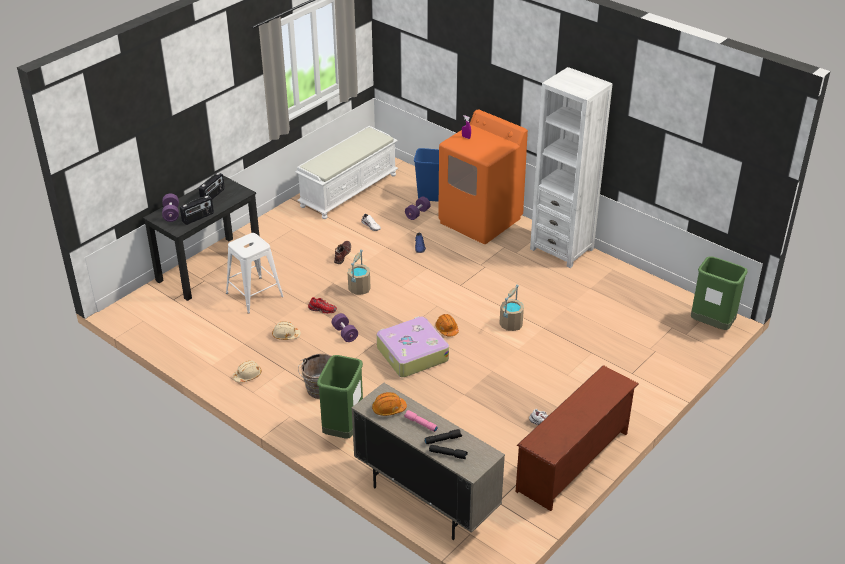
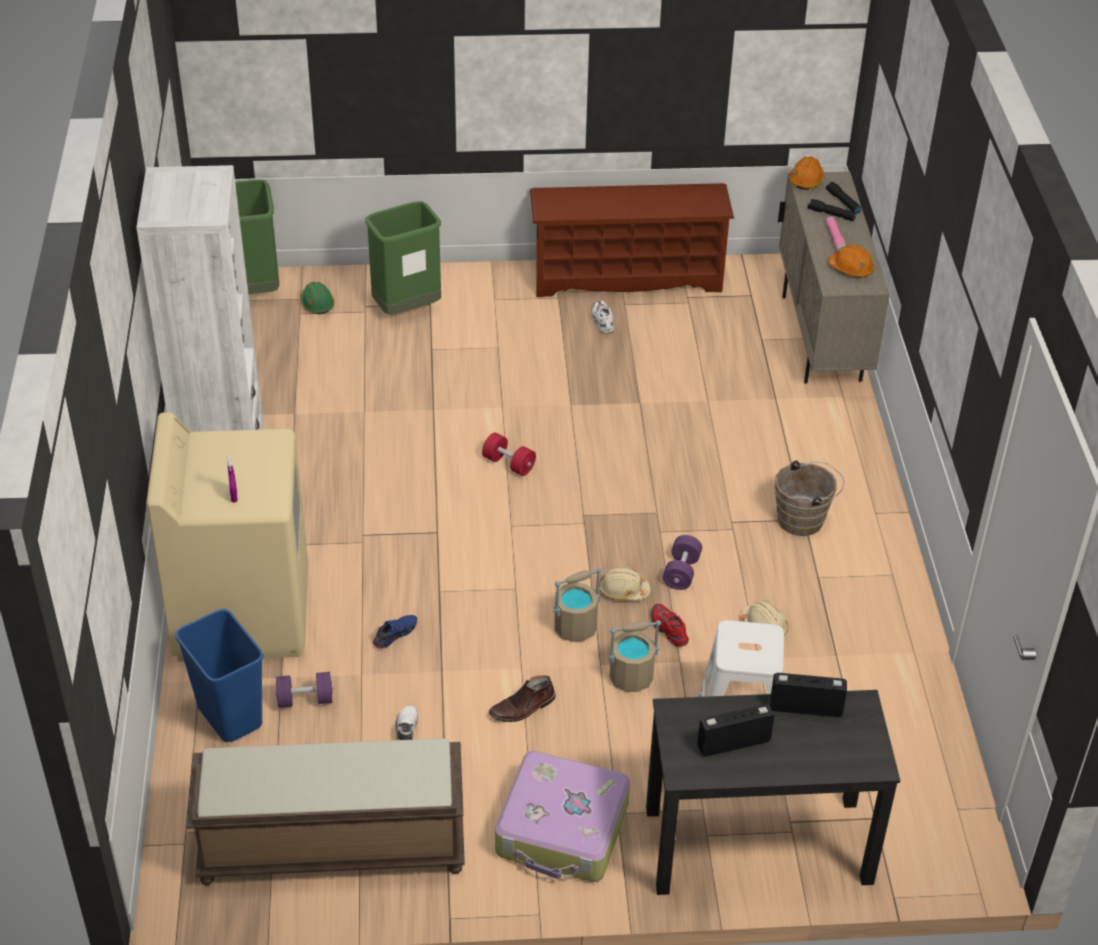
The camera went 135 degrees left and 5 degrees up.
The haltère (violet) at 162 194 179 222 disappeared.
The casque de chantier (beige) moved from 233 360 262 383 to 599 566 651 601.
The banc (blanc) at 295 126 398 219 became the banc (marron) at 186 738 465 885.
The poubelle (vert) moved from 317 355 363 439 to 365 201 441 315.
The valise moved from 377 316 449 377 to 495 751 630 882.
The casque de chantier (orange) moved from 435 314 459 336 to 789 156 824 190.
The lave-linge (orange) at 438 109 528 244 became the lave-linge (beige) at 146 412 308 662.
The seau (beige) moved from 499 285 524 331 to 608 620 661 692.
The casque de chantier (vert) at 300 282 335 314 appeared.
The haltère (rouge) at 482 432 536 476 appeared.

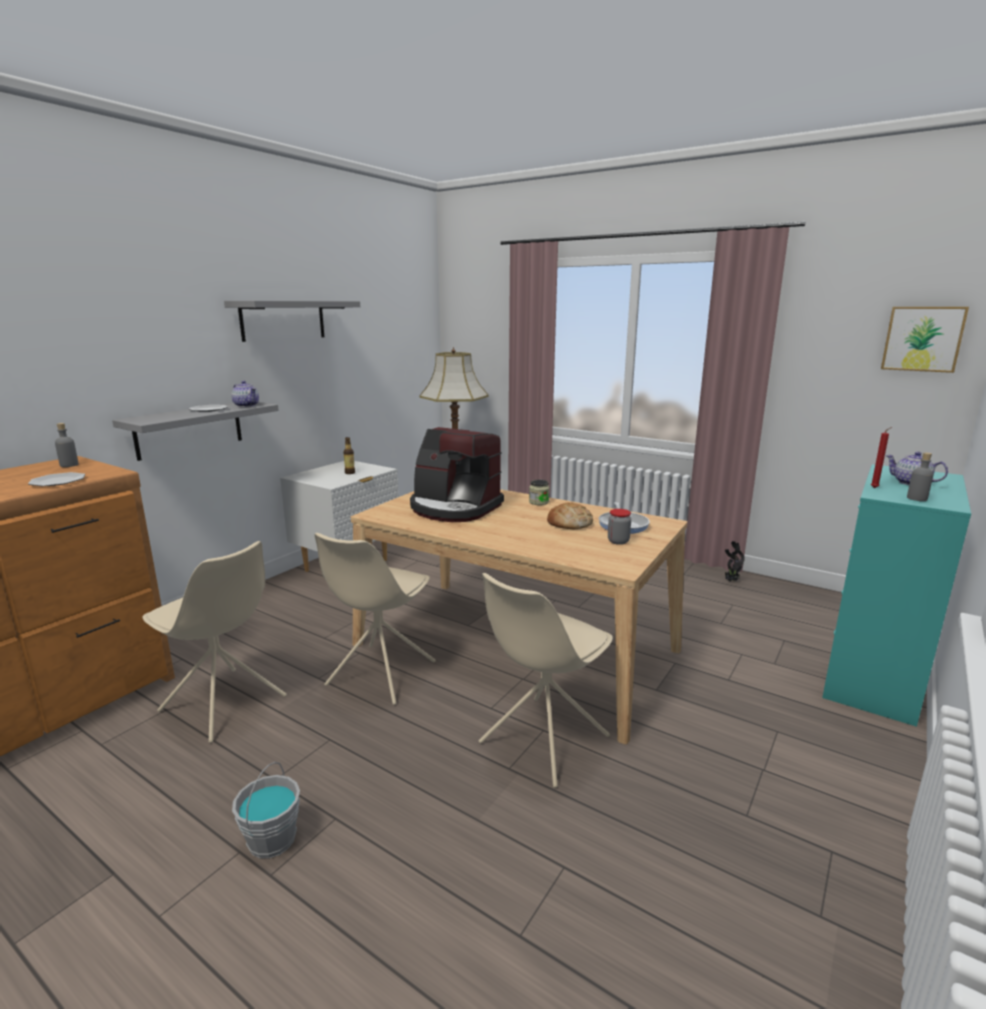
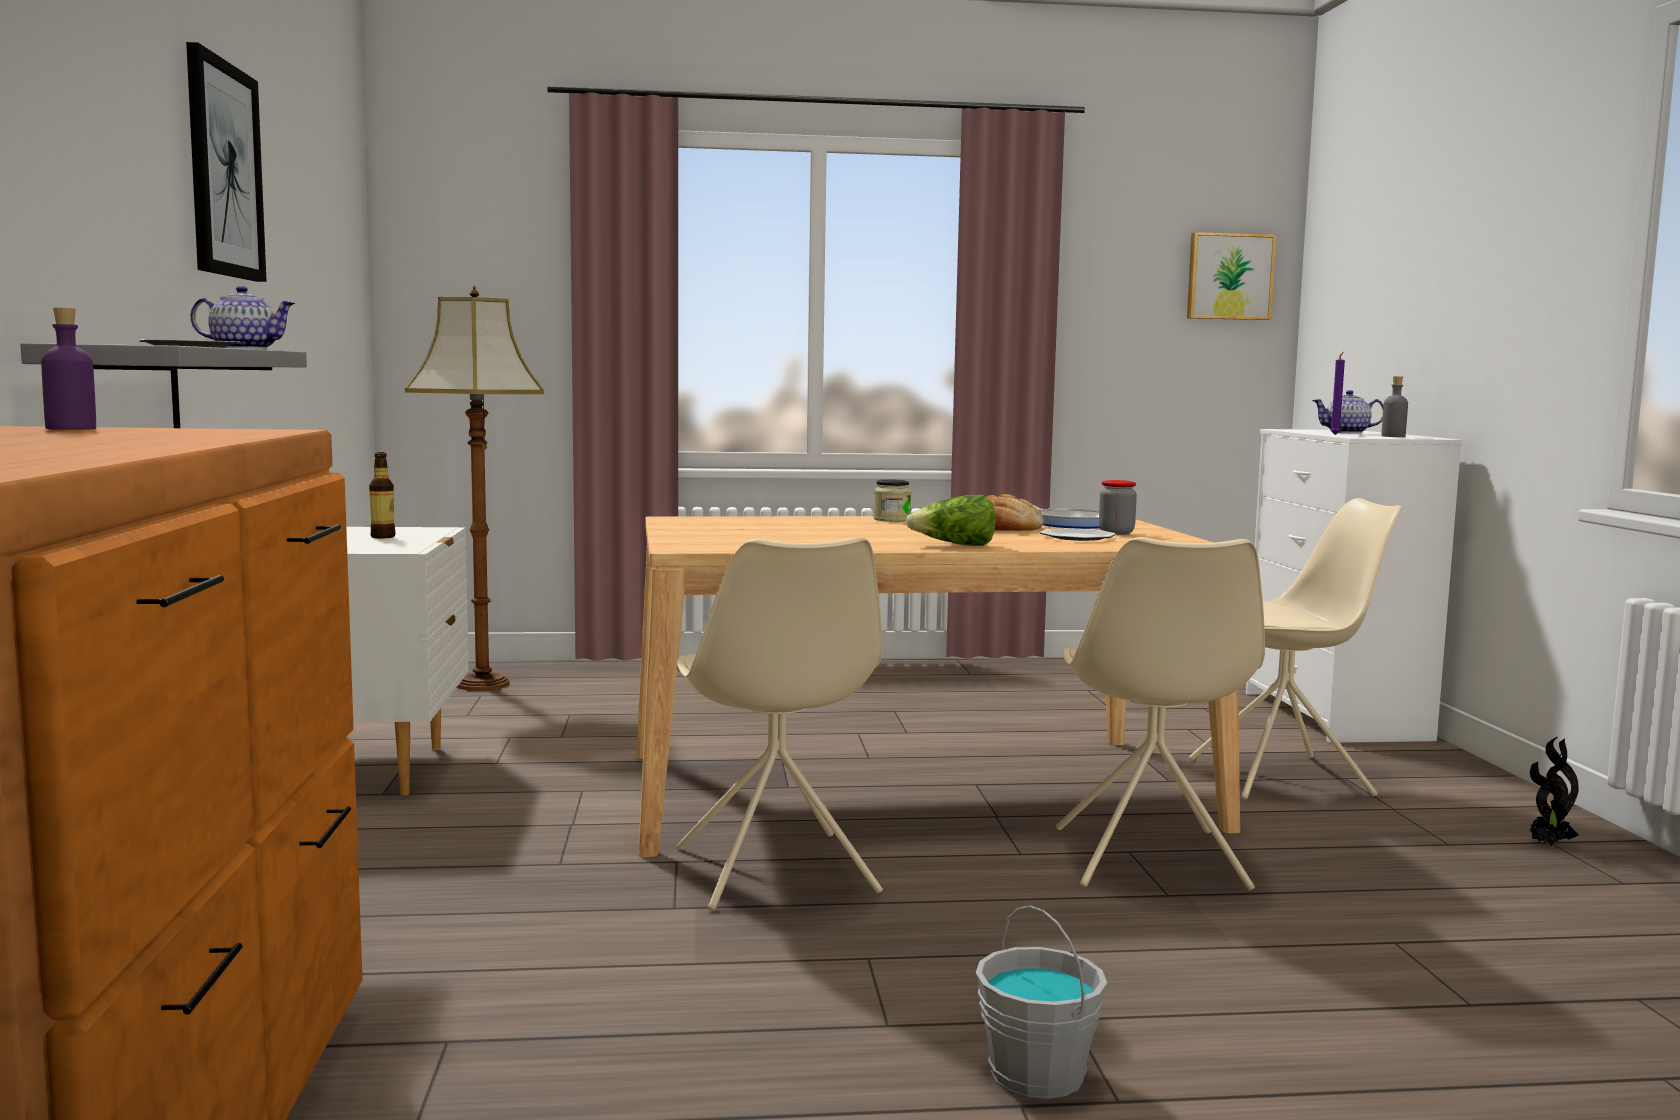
The camera went 40 degrees left and 10 degrees down.
The assiette moved from 28 472 85 486 to 1040 528 1116 541.
The bouteille (gris) at 55 423 79 467 became the bouteille (violet) at 41 308 96 430.
The chaise (beige) moved from 143 541 287 743 to 1189 498 1402 800.
The étagère (gris) at 224 301 360 342 was replaced by the tableau at 186 42 267 282.
The machine à café at 410 427 504 522 disappeared.
The plante en pot moved from 725 541 745 582 to 1529 737 1579 846.
The commode (turquoise) at 822 464 971 727 became the commode (blanc) at 1246 429 1462 743.
The bougie (rouge) at 871 427 892 488 became the bougie (violet) at 1330 352 1345 435.
The laitue at 906 495 996 546 appeared.

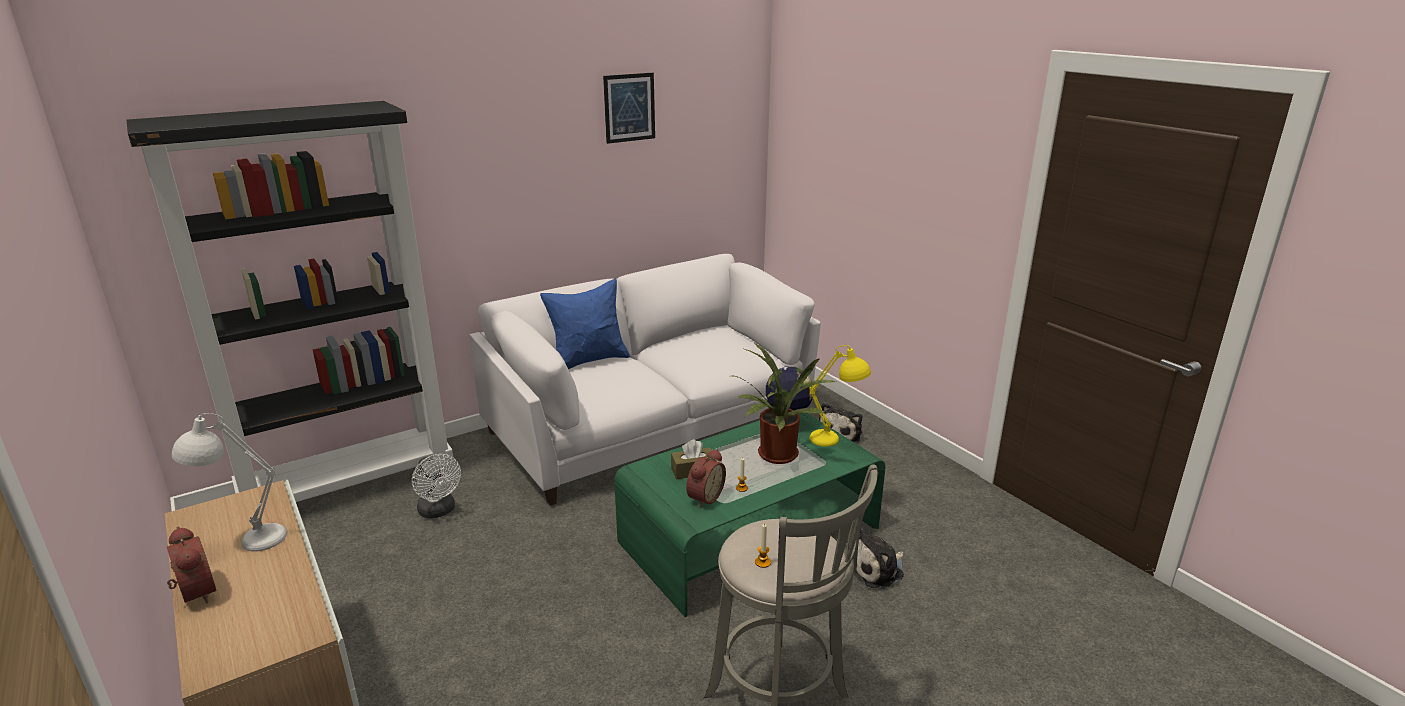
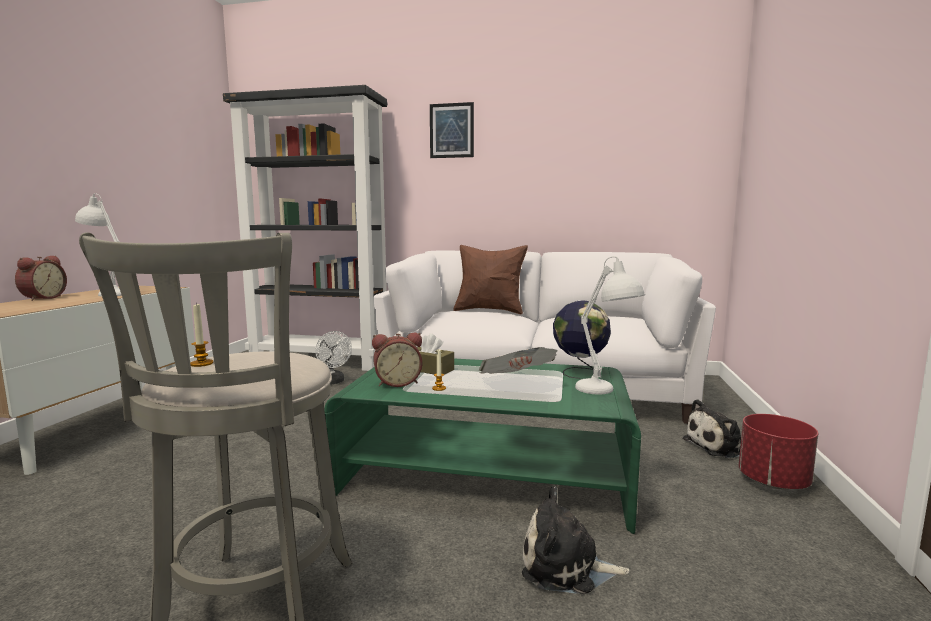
The camera went 45 degrees right and 15 degrees down.
The ventilateur (blanc) at 412 454 461 518 turned 45 degrees counterclockwise.
The coussin (bleu) at 540 279 630 369 became the coussin (marron) at 453 245 528 314.
The tableau moved from 603 73 655 144 to 430 102 474 158.
The plante en pot at 734 342 836 464 was replaced by the journal at 479 347 557 374.
The lampe de table (jaune) at 809 345 871 447 became the lampe de table (blanc) at 575 256 645 395.
The cache-pot (rouge) at 739 414 818 490 appeared.

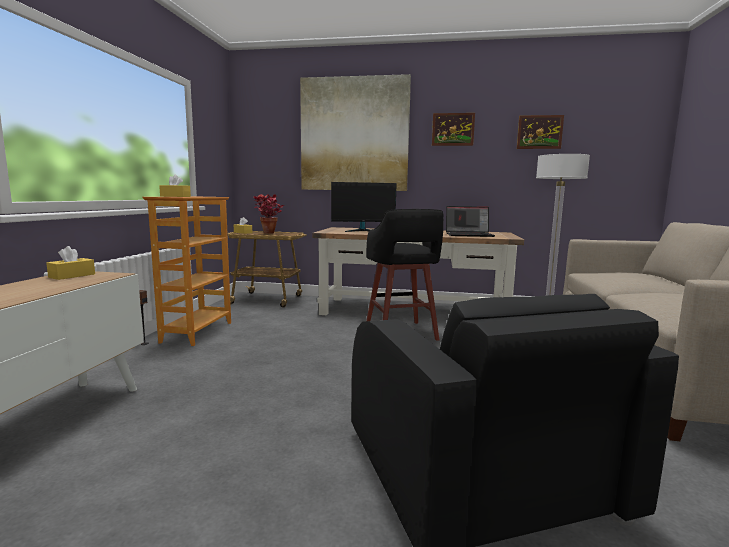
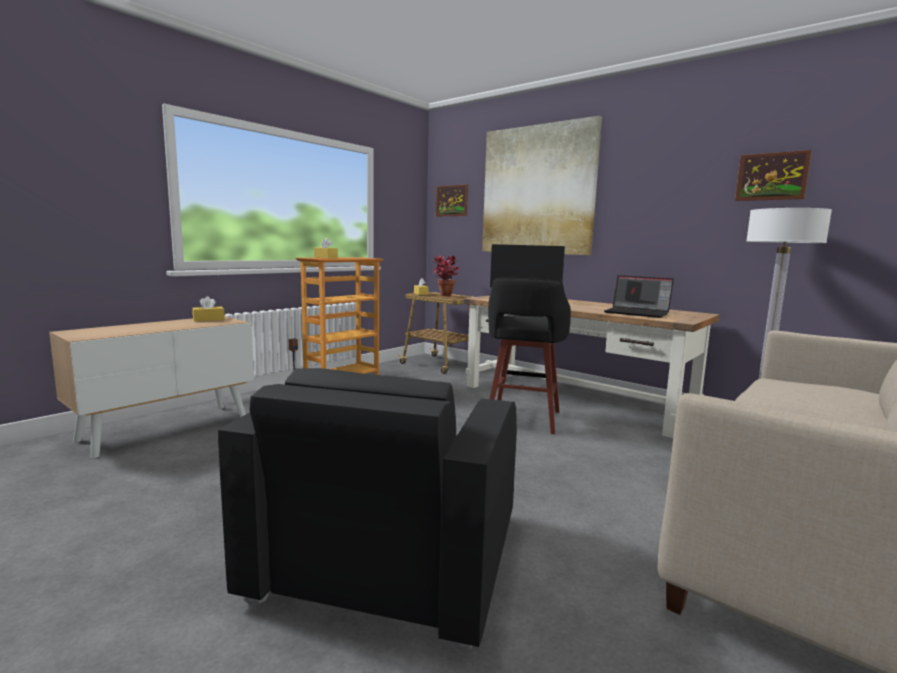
The camera went 30 degrees right and 0 degrees up.
The tableau moved from 432 113 475 146 to 436 184 468 216.

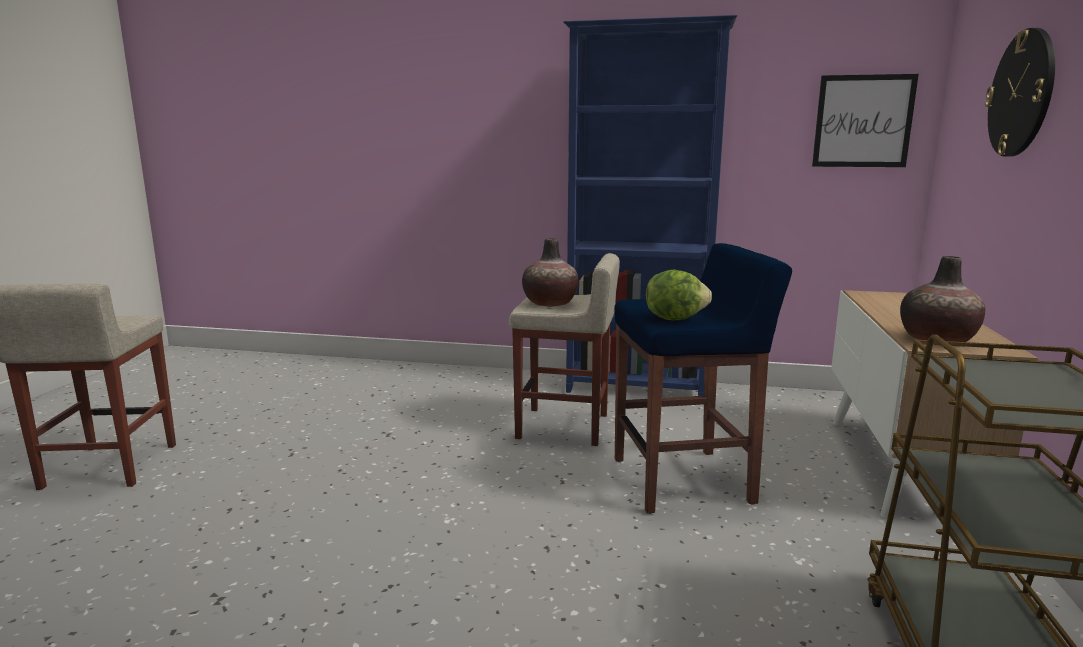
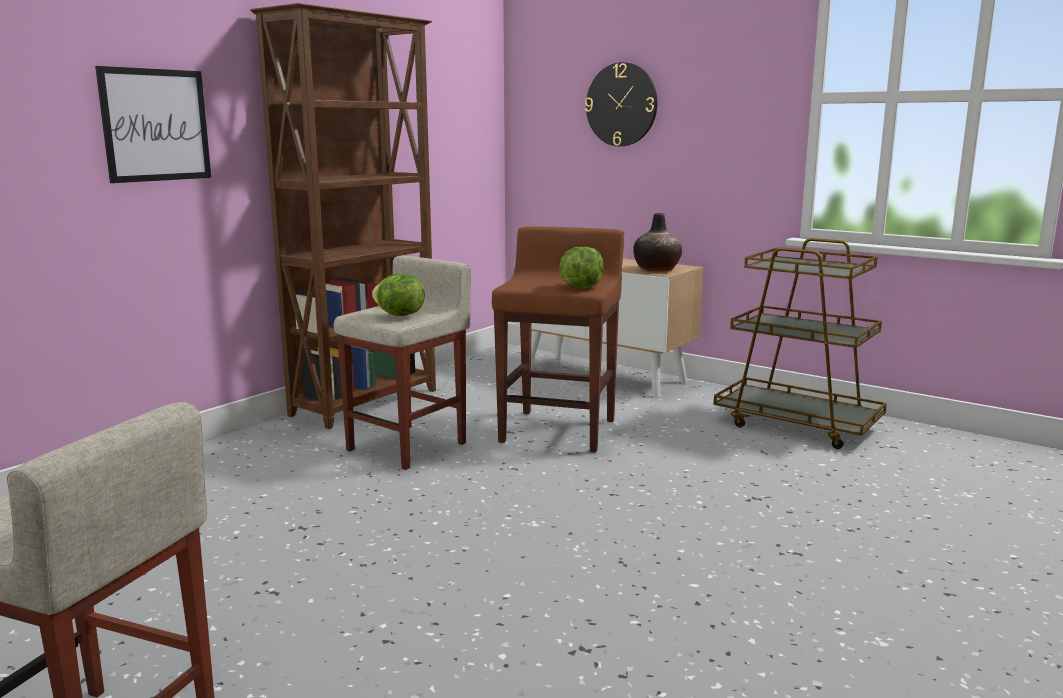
The camera went 65 degrees left and 0 degrees up.
The vase at 522 238 578 307 was replaced by the laitue at 372 274 425 316.
The bibliothèque (bleu) at 564 15 737 396 became the bibliothèque (marron) at 250 3 436 429.
The tabouret (bleu) at 614 243 792 514 became the tabouret (marron) at 492 226 624 453.
The tableau moved from 812 74 919 167 to 95 66 211 183.

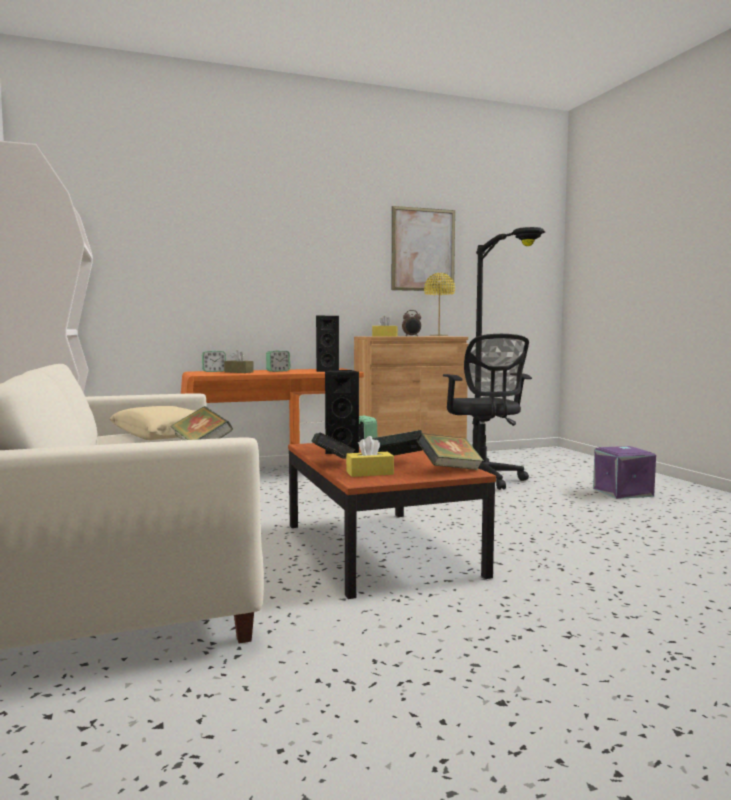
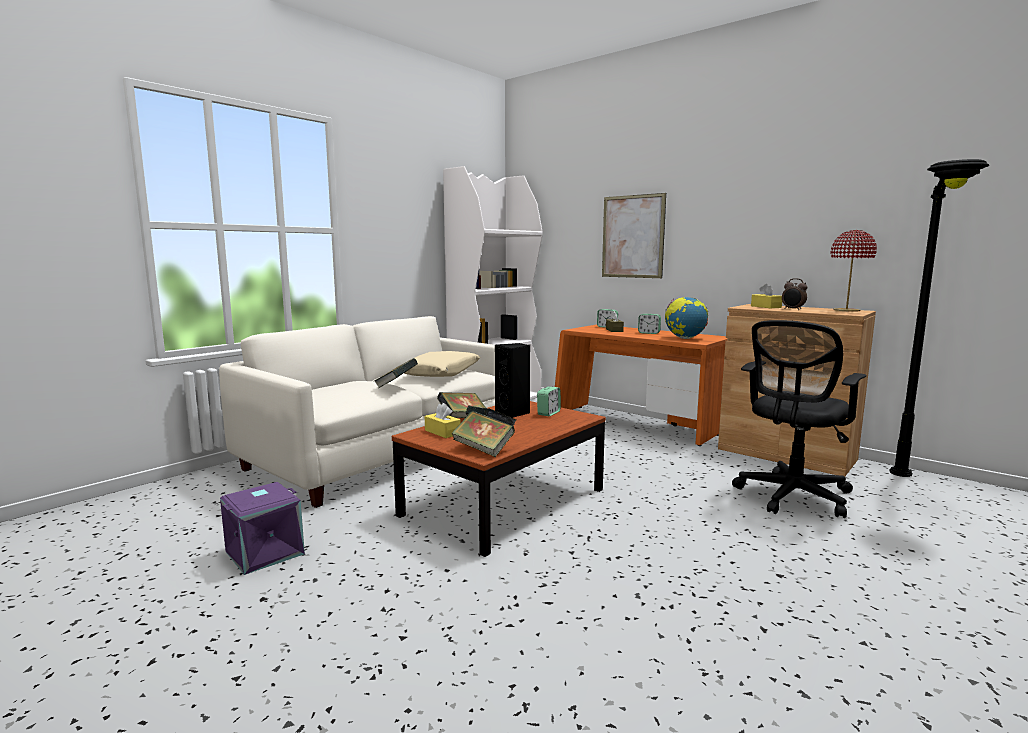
The camera went 60 degrees right and 5 degrees up.
The enceinte (noir) at 316 316 339 372 was replaced by the globe at 665 297 708 339.
The tableau moved from 392 206 455 292 to 602 193 666 278.
The lampe de table (jaune) at 424 273 455 336 became the lampe de table (rouge) at 831 230 877 312.
The boîte de rangement (violet) moved from 593 446 656 499 to 220 482 305 575.

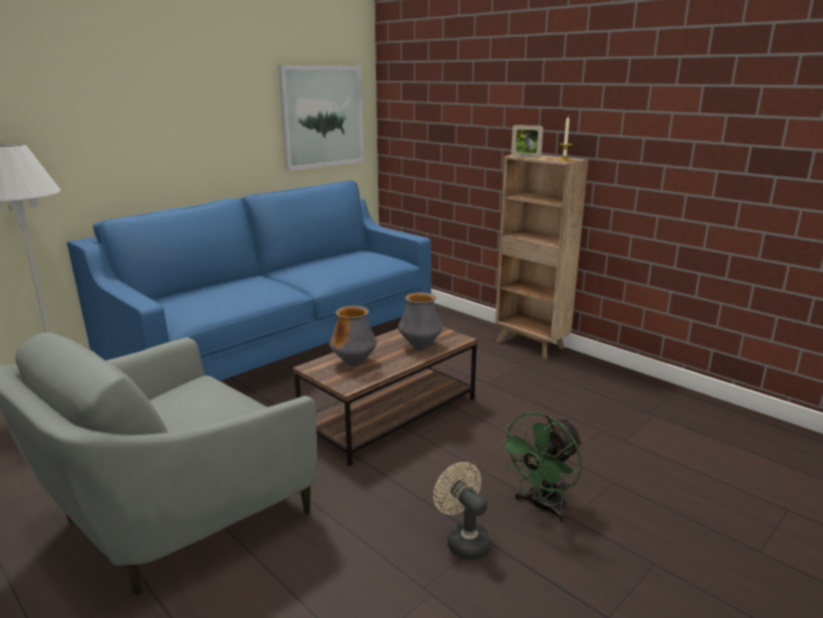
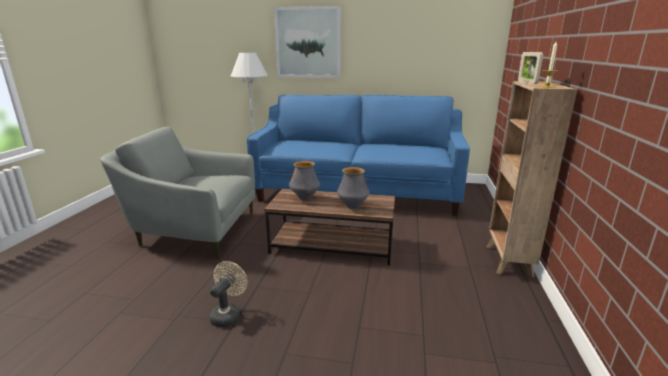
The camera went 55 degrees right and 0 degrees up.
The tableau moved from 278 65 364 171 to 274 6 341 78.
The ventilateur (vert) at 498 412 582 523 disappeared.

